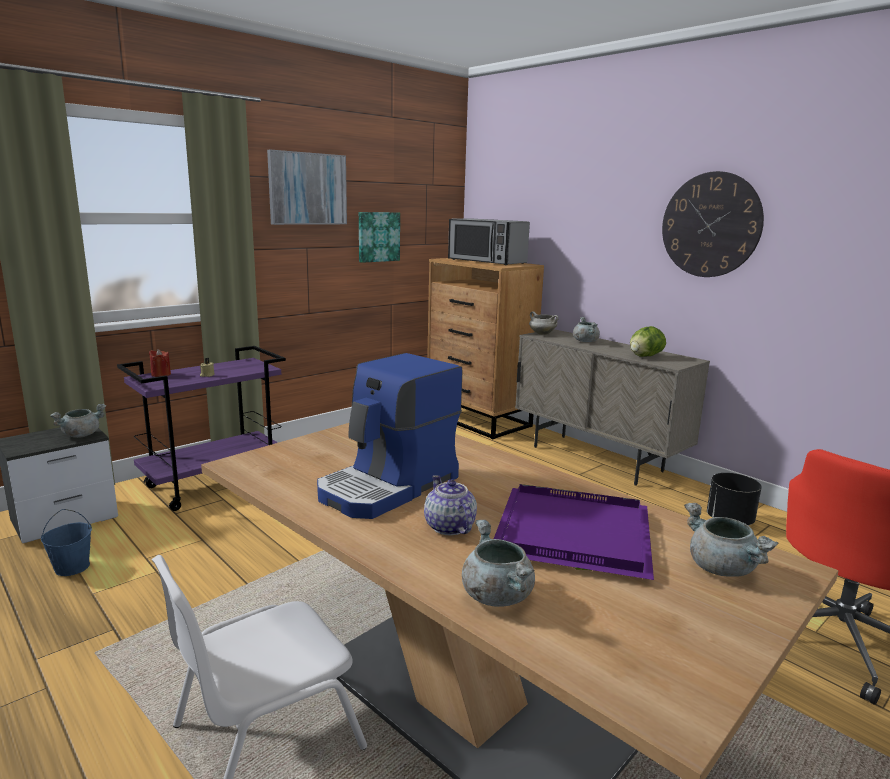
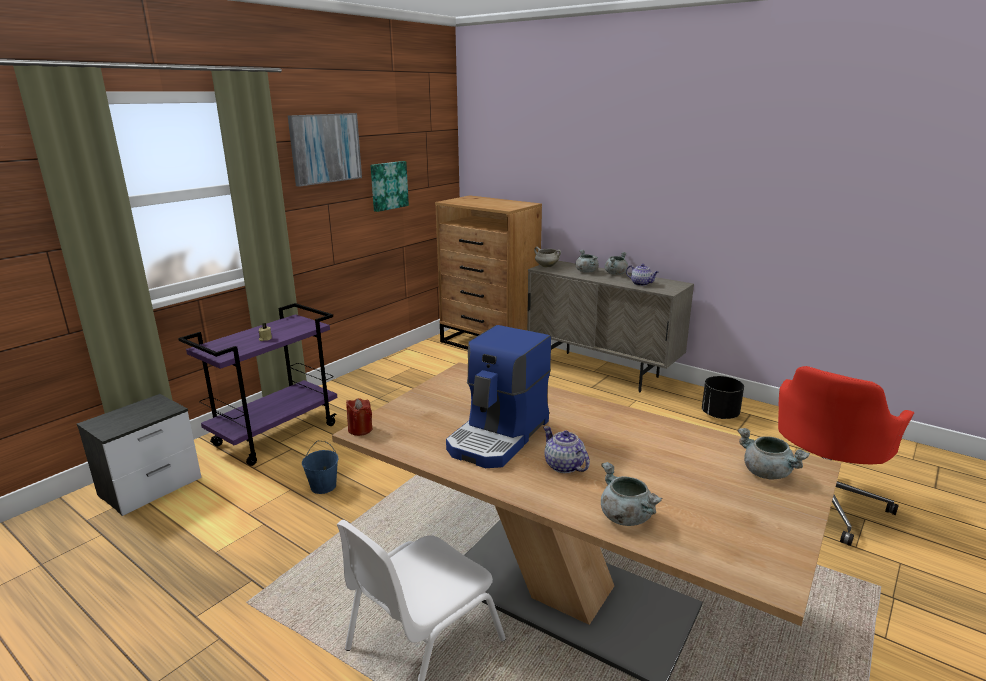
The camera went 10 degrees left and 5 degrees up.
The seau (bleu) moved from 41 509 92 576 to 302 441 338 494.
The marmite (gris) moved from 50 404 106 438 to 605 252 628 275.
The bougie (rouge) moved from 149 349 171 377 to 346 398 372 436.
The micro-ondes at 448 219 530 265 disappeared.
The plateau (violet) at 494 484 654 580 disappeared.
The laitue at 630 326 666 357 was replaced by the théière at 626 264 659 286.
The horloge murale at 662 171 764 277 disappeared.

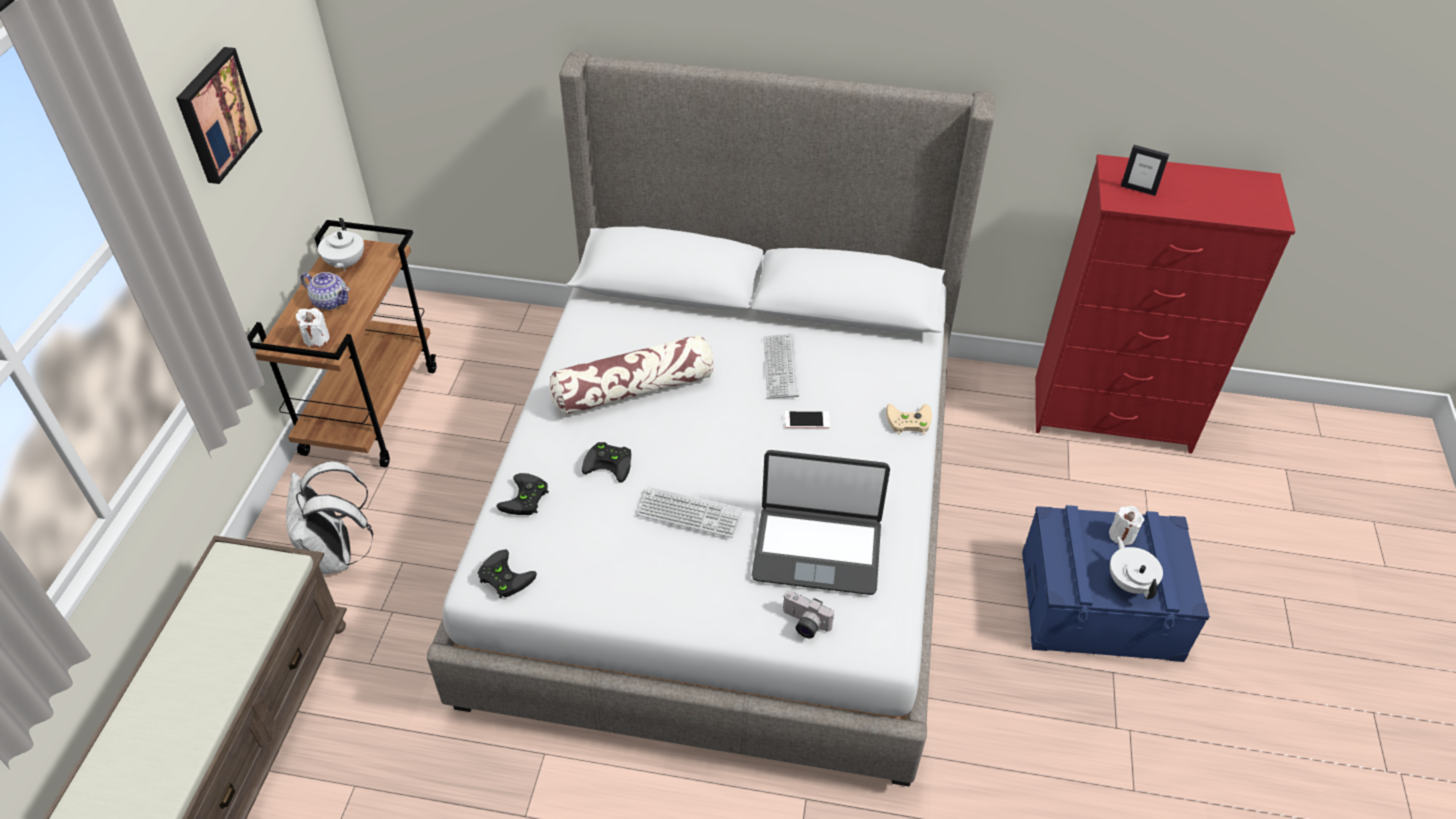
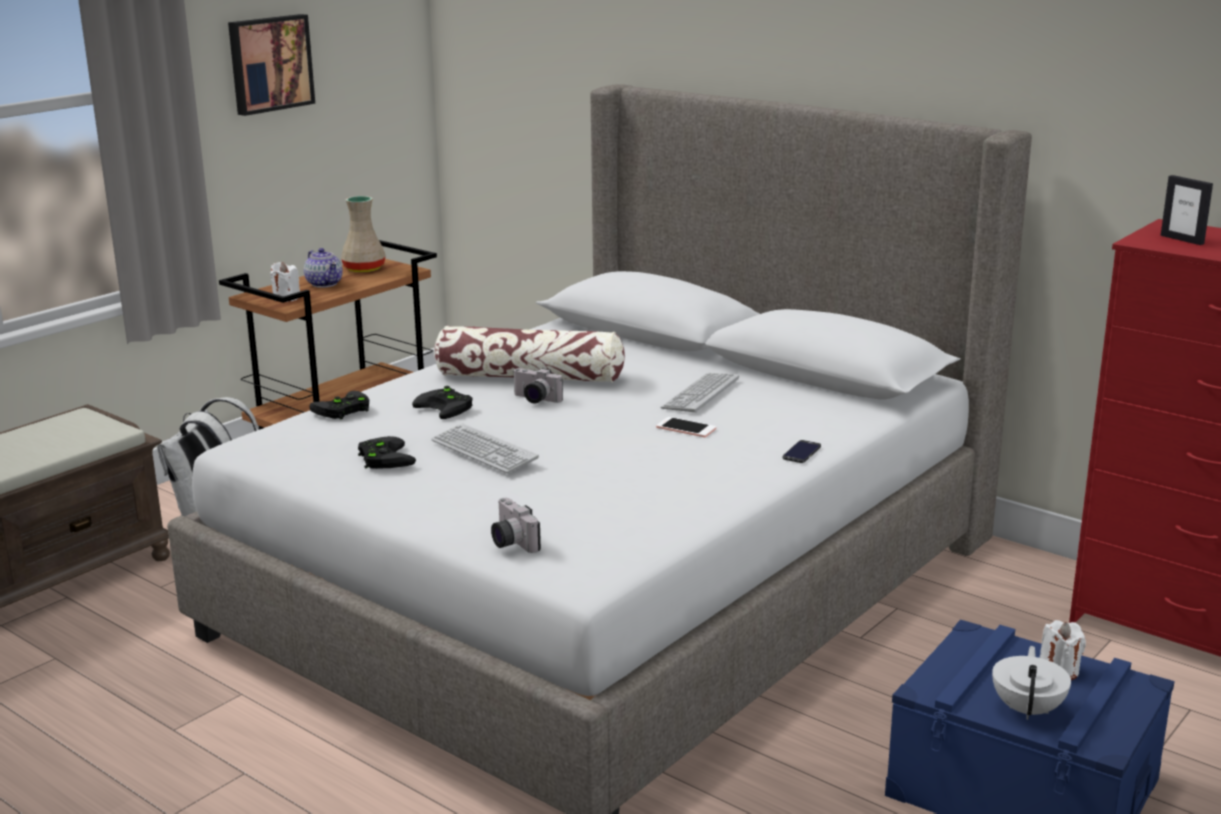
The camera went 30 degrees right and 25 degrees down.
The théière (blanc) at 318 218 364 271 was replaced by the vase (beige) at 341 196 386 272.
The manette (noir) moved from 477 549 537 599 to 358 436 416 469.
The ordinateur portable at 752 450 890 595 disappeared.
The manette (beige) at 886 404 932 434 was replaced by the téléphone at 783 440 821 463.
The appareil photo at 512 368 563 404 appeared.

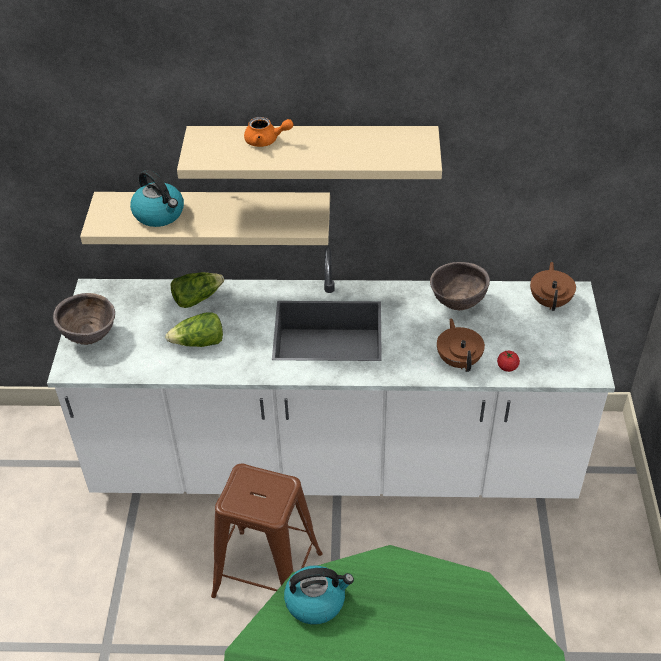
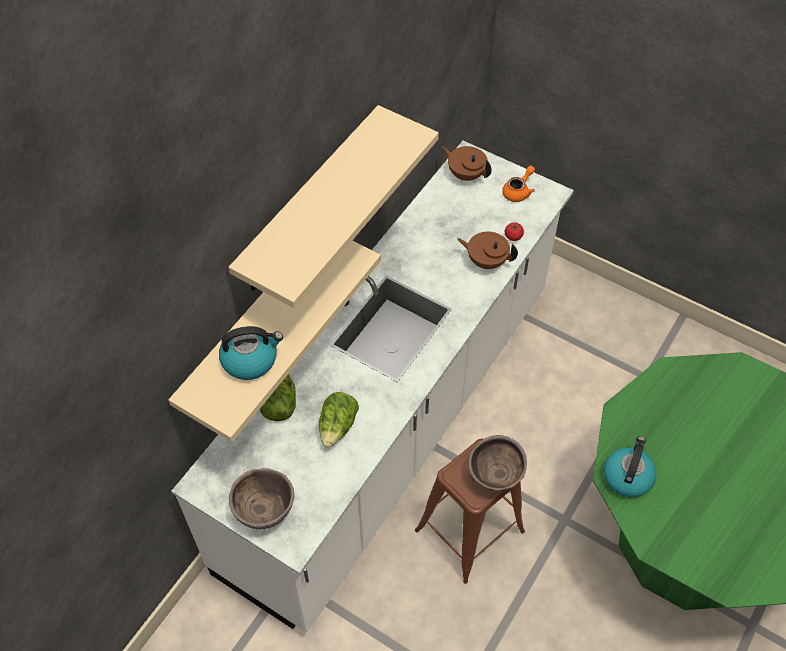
The camera went 60 degrees left and 10 degrees up.
The théière (orange) moved from 244 117 293 147 to 502 166 535 202.
The bol (marron) moved from 430 262 490 311 to 468 435 527 492.

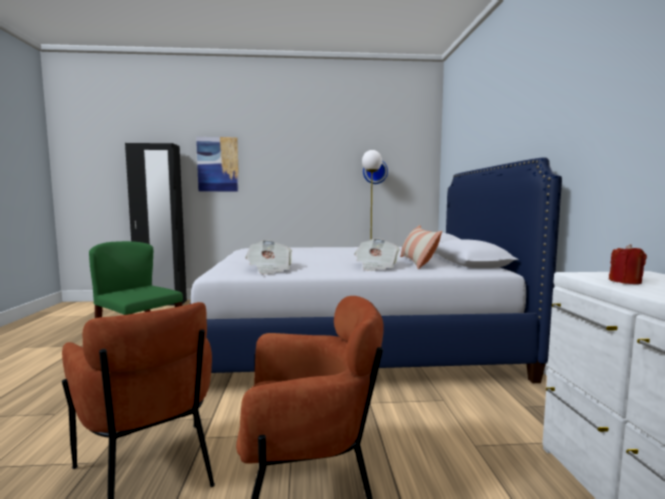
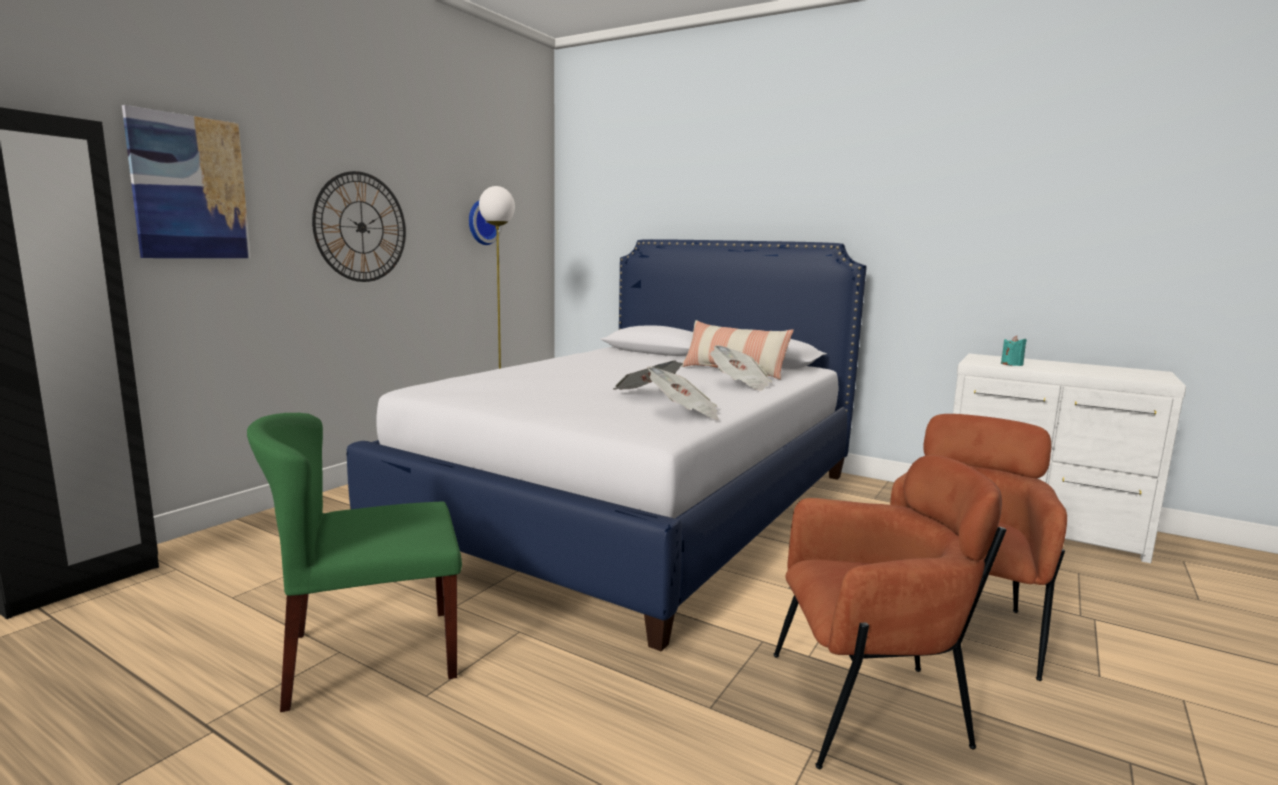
The camera went 55 degrees left and 5 degrees up.
The bougie (rouge) at 609 244 647 284 became the bougie (turquoise) at 1001 336 1027 366.
The horloge murale at 312 171 406 282 appeared.
The journal at 613 361 683 390 appeared.

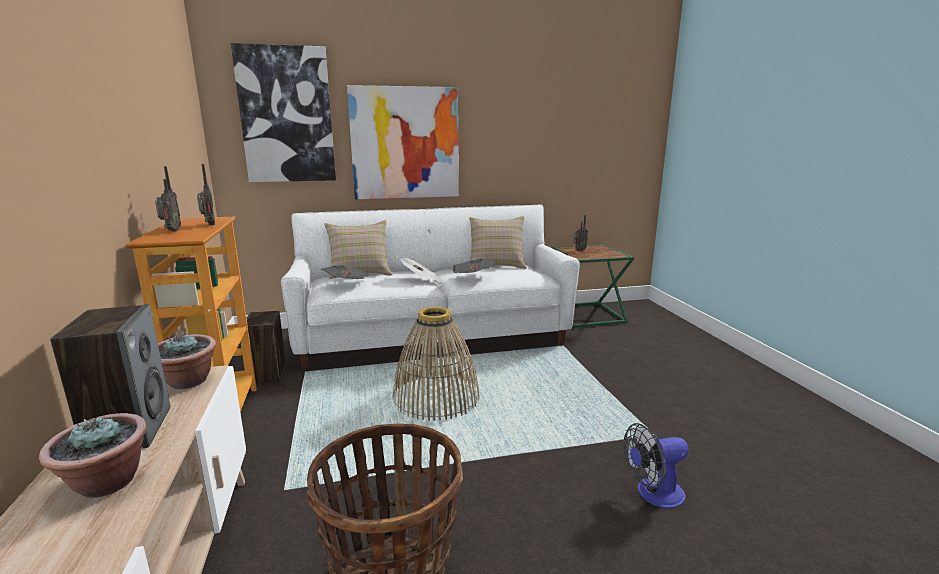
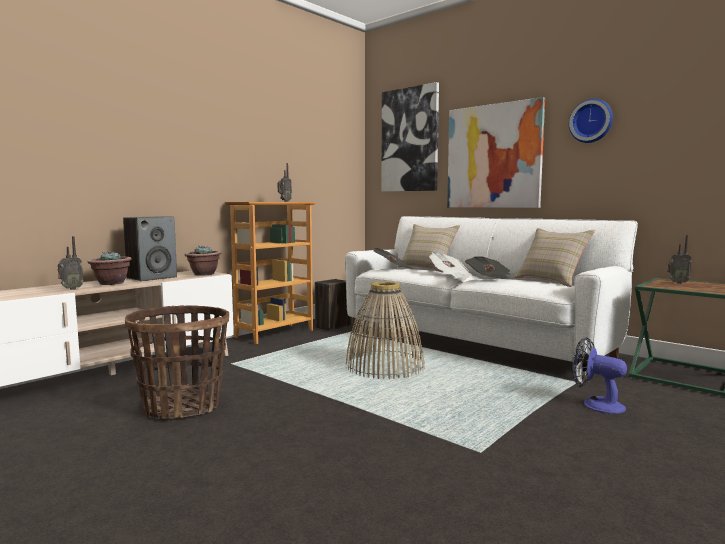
The camera went 55 degrees right and 10 degrees down.
The radio moved from 155 166 181 231 to 58 236 84 290.
The ventilateur moved from 623 423 689 508 to 572 337 627 414.
The horloge murale at 569 99 613 143 appeared.

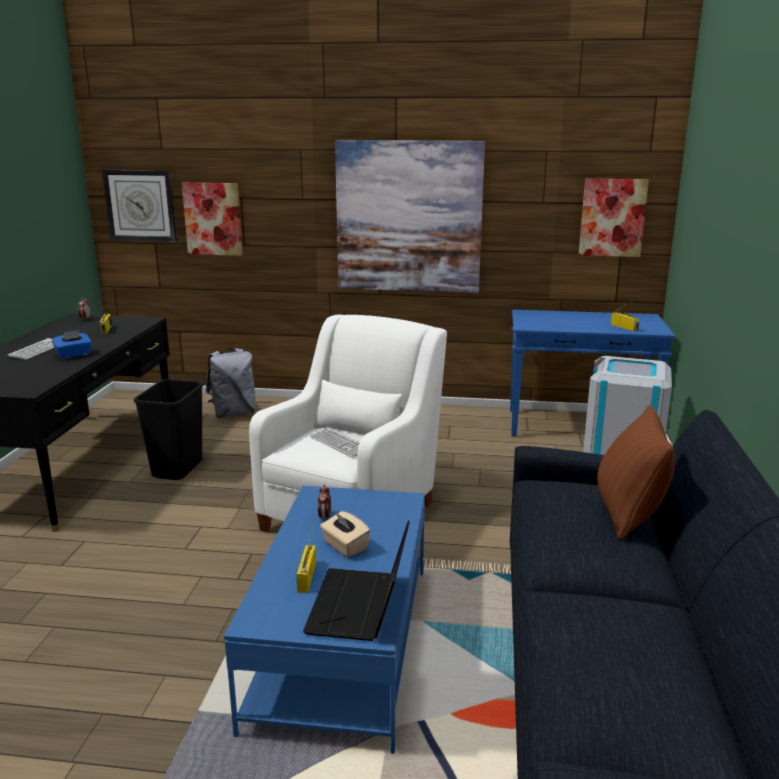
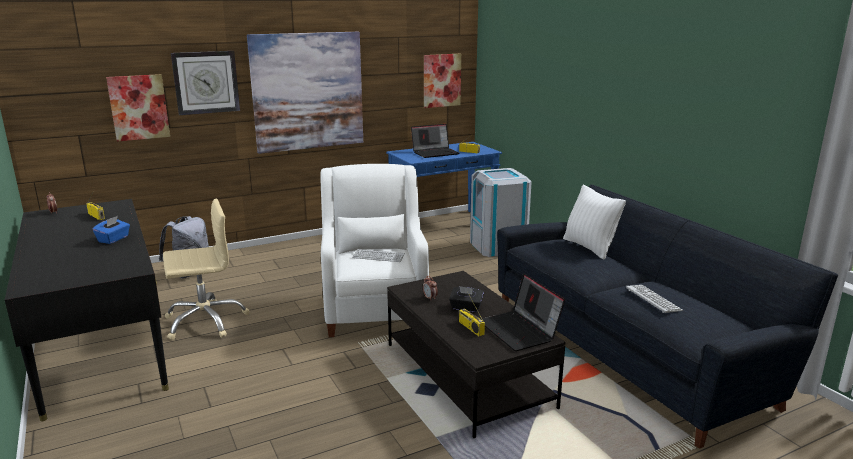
The camera went 35 degrees left and 0 degrees up.
The clavier moved from 8 338 55 360 to 626 285 683 313.
The horloge murale moved from 102 170 177 242 to 171 51 240 115.
The poubelle (noir) at 134 379 203 480 was replaced by the chaise de bureau (beige) at 163 199 250 340.
The table basse (bleu) at 224 486 425 754 became the table basse (noir) at 387 271 566 438.
The boîte à mouchoirs (beige) at 320 511 371 557 became the boîte à mouchoirs (noir) at 449 286 484 312.
The coussin (marron) at 597 405 675 541 became the coussin (blanc) at 563 185 626 259.
The ordinateur portable at 411 124 459 158 appeared.

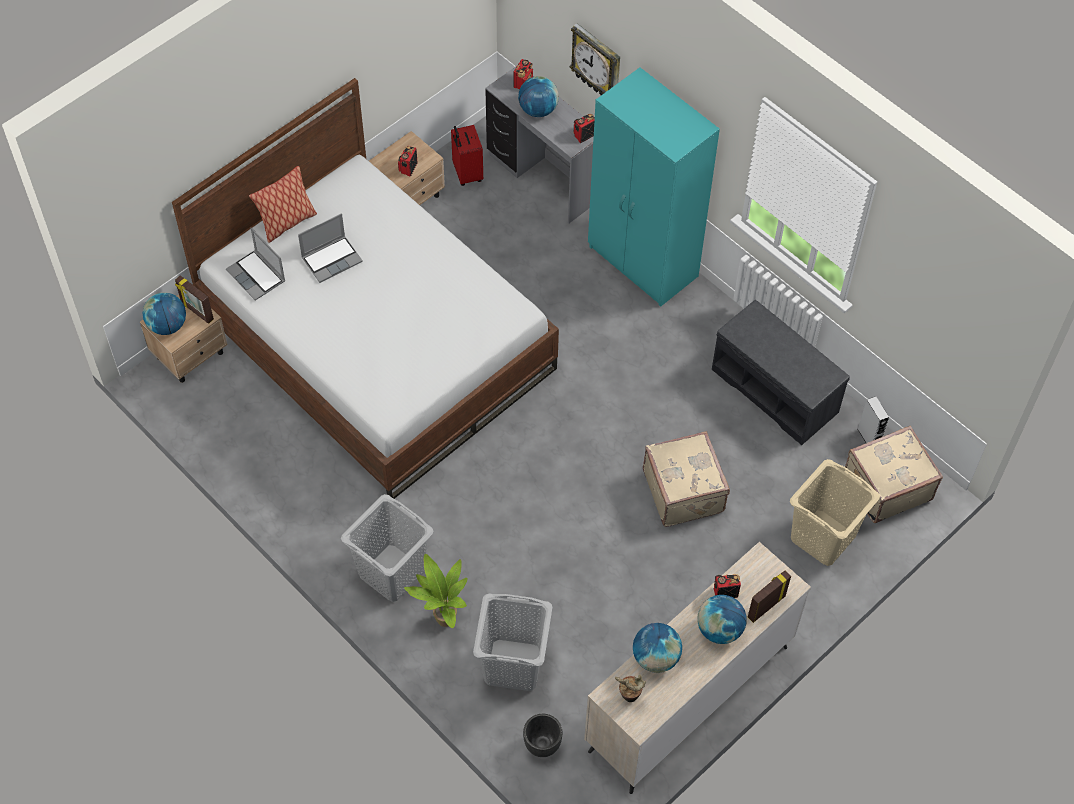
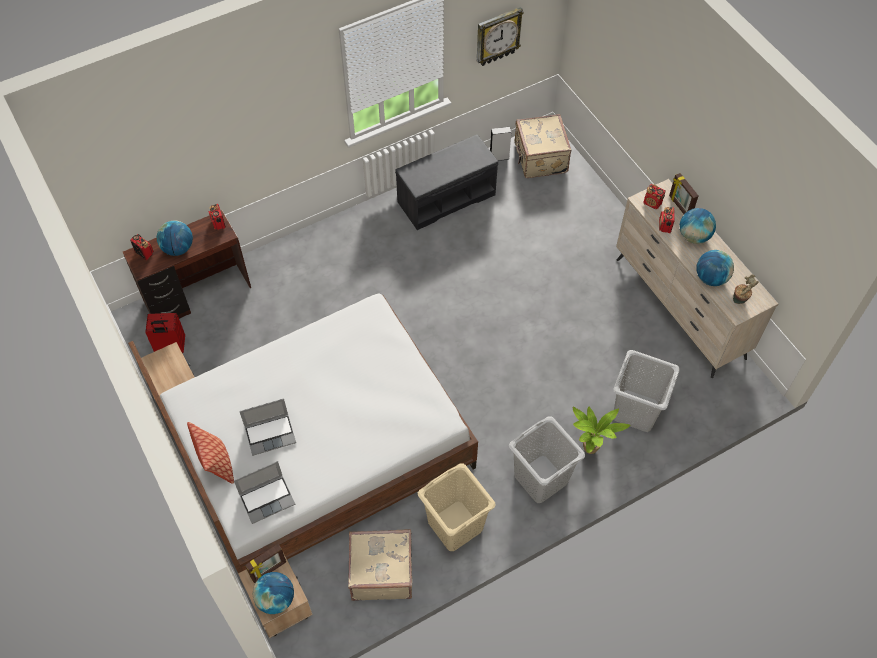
The camera went 75 degrees left and 0 degrees up.
The ordinateur portable at 298 214 363 283 turned 90 degrees clockwise.
The radio moved from 398 146 418 176 to 643 184 665 209.
The bureau (gris) at 485 66 594 223 became the bureau (marron) at 123 210 251 319.
The cache-pot (noir) at 523 714 562 757 disappeared.
The horloge murale moved from 570 23 620 95 to 477 7 524 66.
The armoire (turquoise) at 588 67 720 307 disappeared.
The valise (beige) moved from 643 431 730 527 to 348 529 412 601.
The panier à linge (beige) moved from 790 459 880 566 to 418 463 496 551.

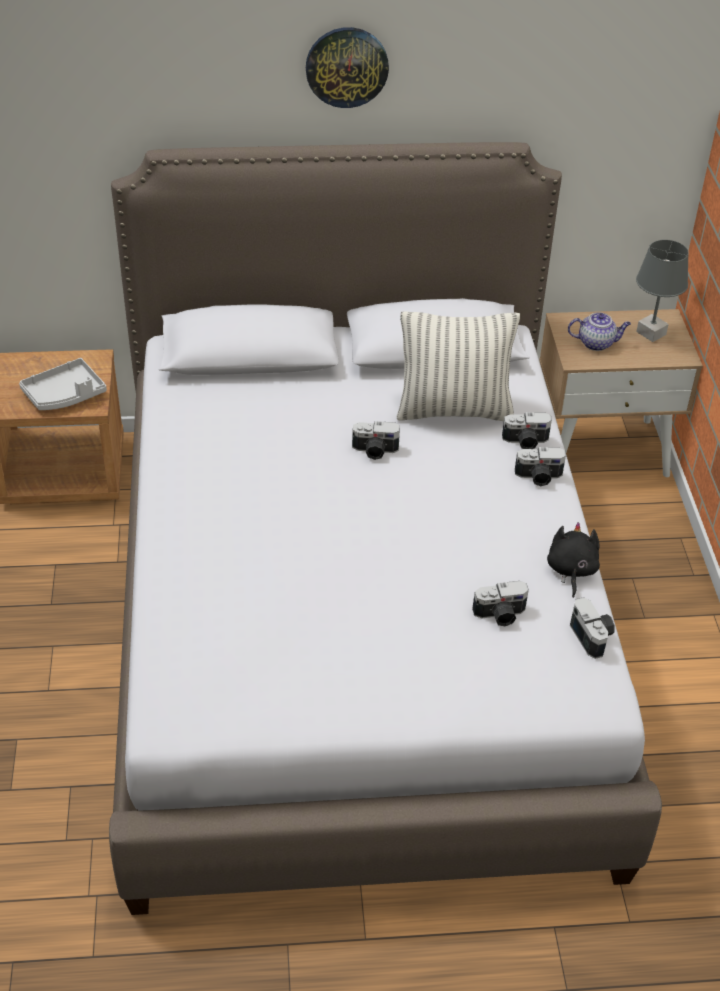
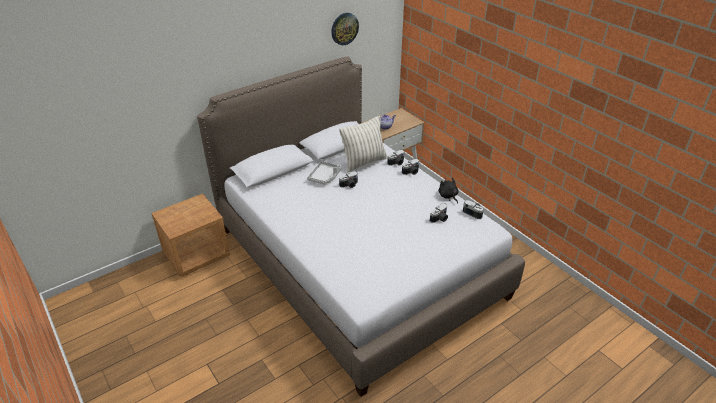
The camera went 30 degrees left and 5 degrees down.
The plateau (gris) moved from 19 358 107 410 to 307 161 342 185.
The horloge murale moved from 306 27 389 108 to 331 13 359 45.
The lampe de table (gris) at 636 240 689 342 disappeared.

